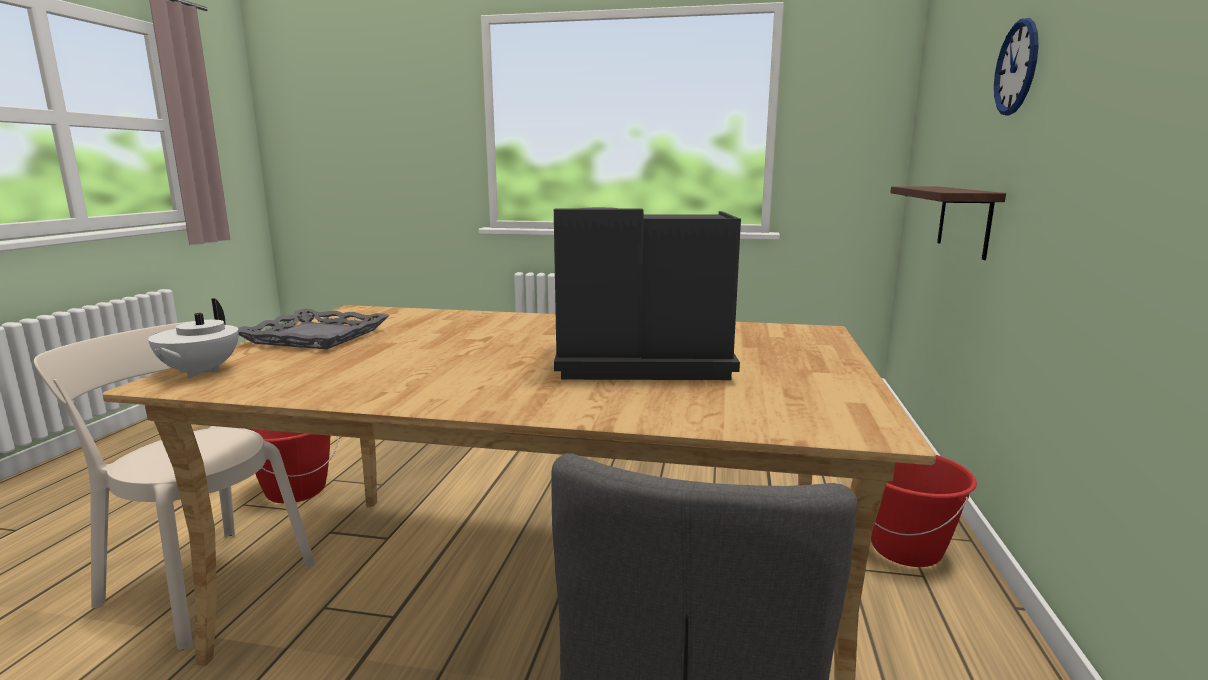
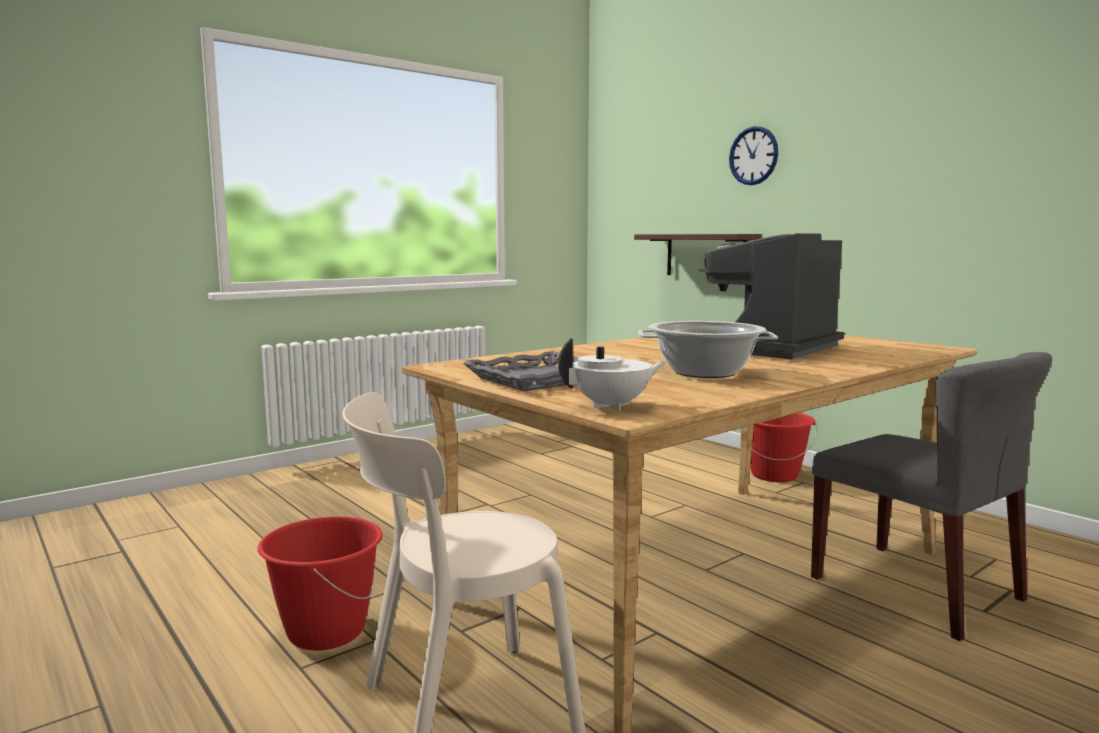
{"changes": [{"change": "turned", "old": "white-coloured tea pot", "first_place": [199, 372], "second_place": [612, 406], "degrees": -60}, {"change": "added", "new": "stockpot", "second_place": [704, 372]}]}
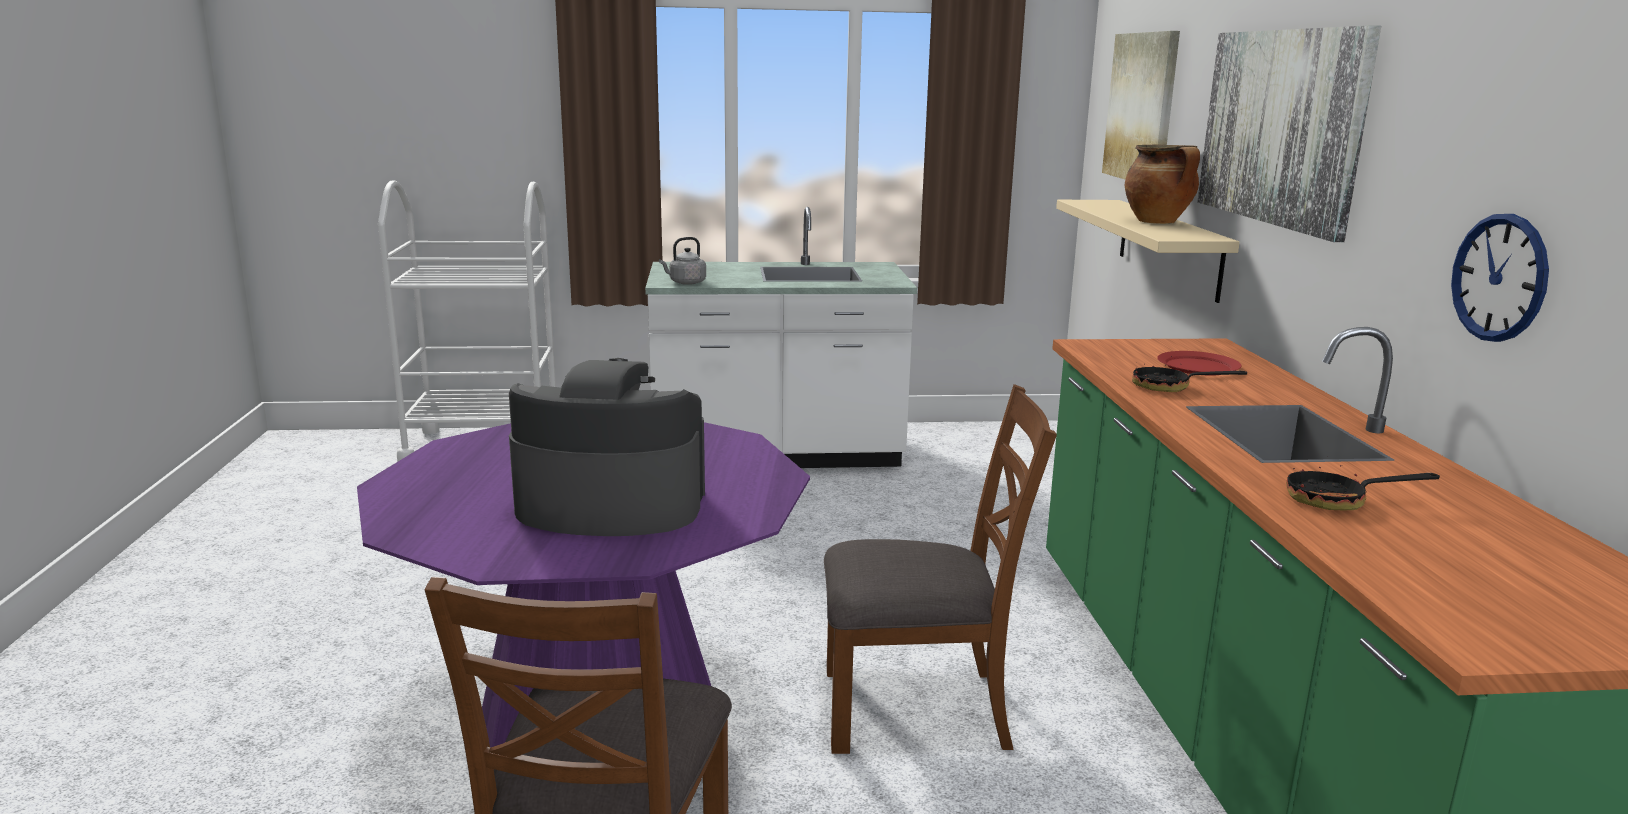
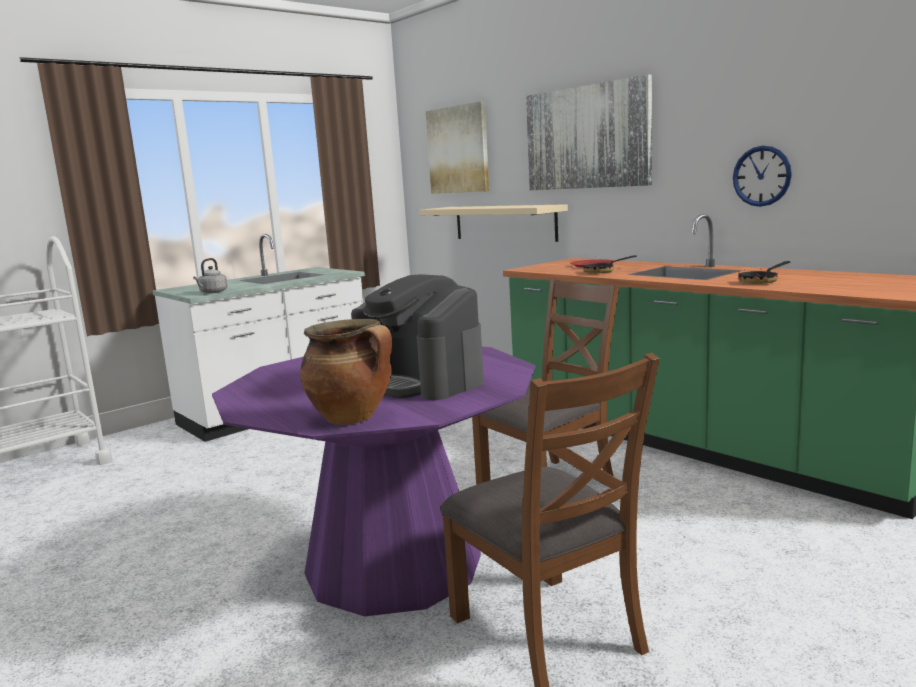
{"changes": [{"change": "turned", "old": "coffee maker", "first_place": [610, 504], "second_place": [420, 381], "degrees": -105}, {"change": "moved", "old": "stockpot", "first_place": [1158, 222], "second_place": [353, 418]}]}
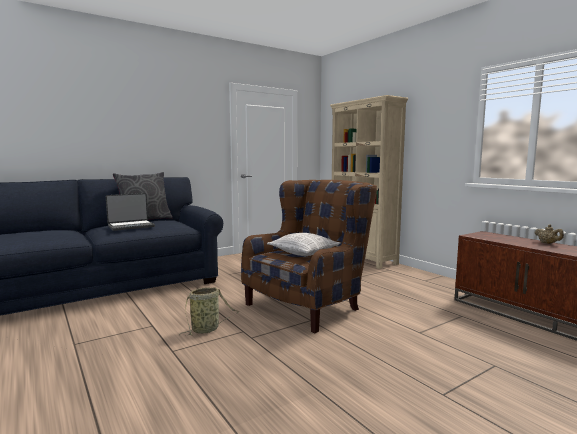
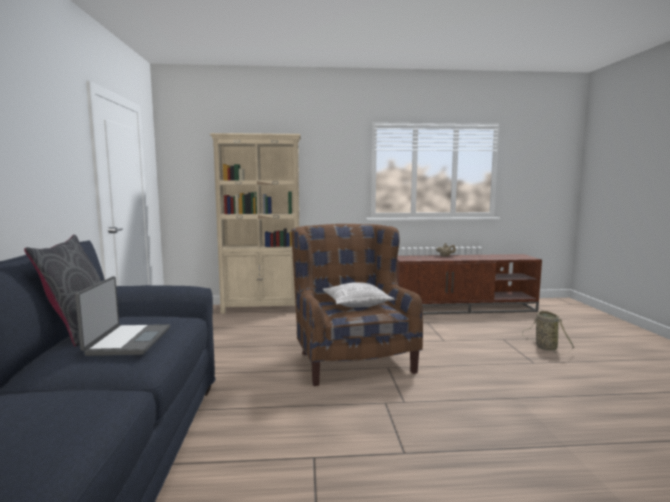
{"changes": [{"change": "moved", "old": "basket", "first_place": [207, 329], "second_place": [544, 347]}]}
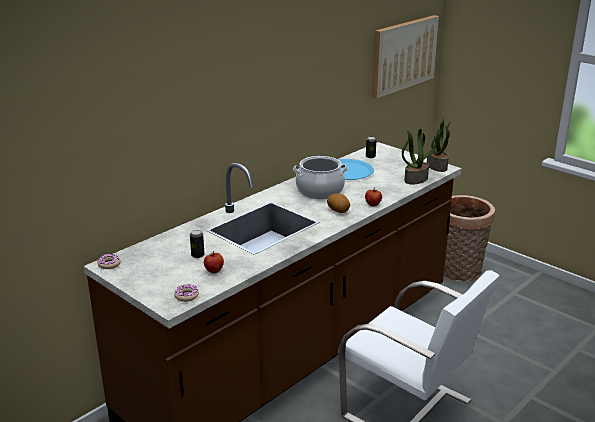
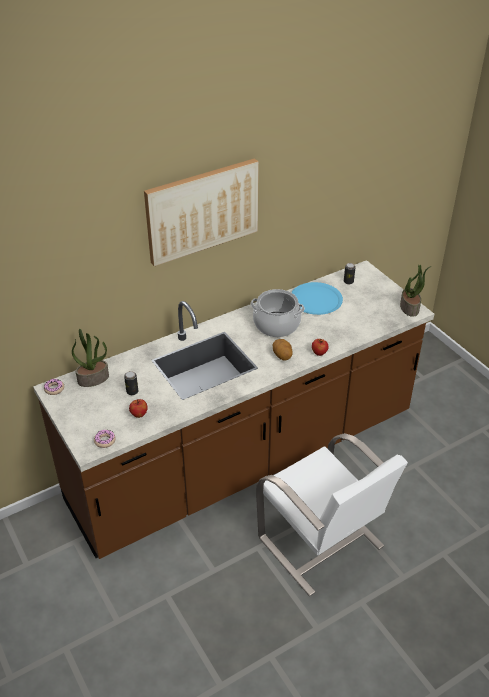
{"changes": [{"change": "moved", "old": "wall picture", "first_place": [403, 55], "second_place": [202, 210]}, {"change": "moved", "old": "plant in a pot", "first_place": [416, 179], "second_place": [93, 378]}, {"change": "removed", "old": "basket", "first_place": [459, 273]}]}
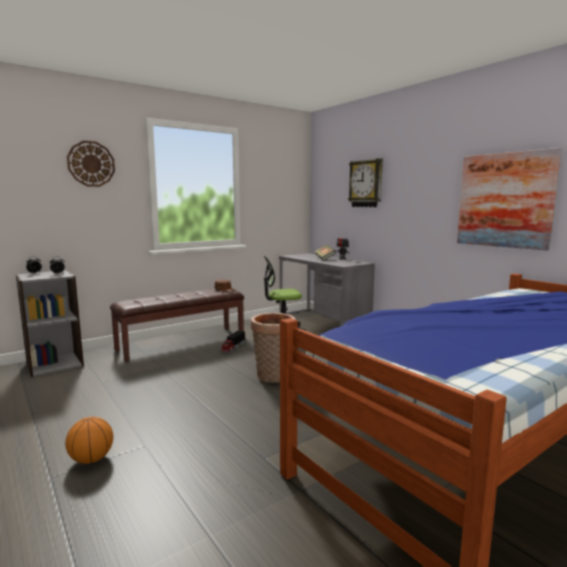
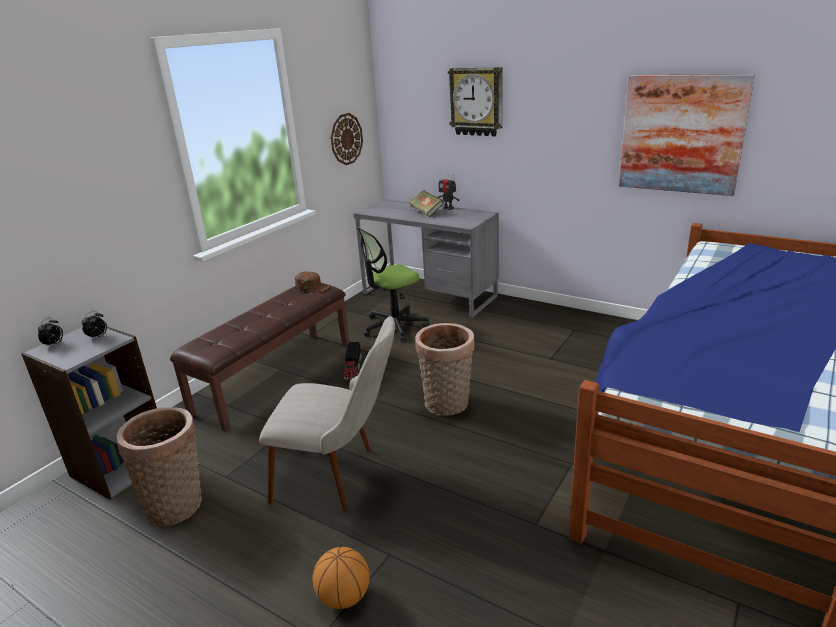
{"changes": [{"change": "moved", "old": "clock on the wall", "first_place": [91, 164], "second_place": [346, 139]}, {"change": "added", "new": "basket", "second_place": [178, 504]}, {"change": "added", "new": "sand-coloured chair", "second_place": [341, 476]}]}
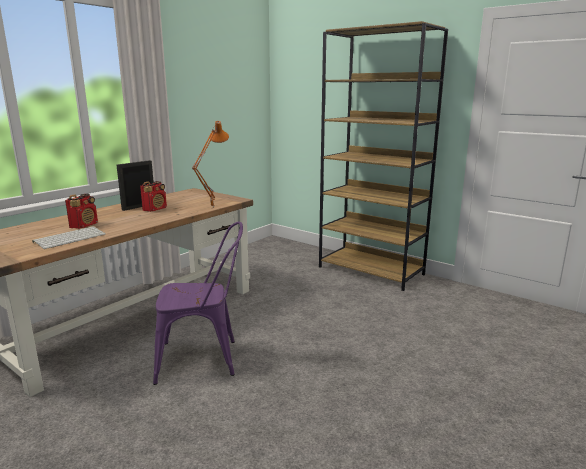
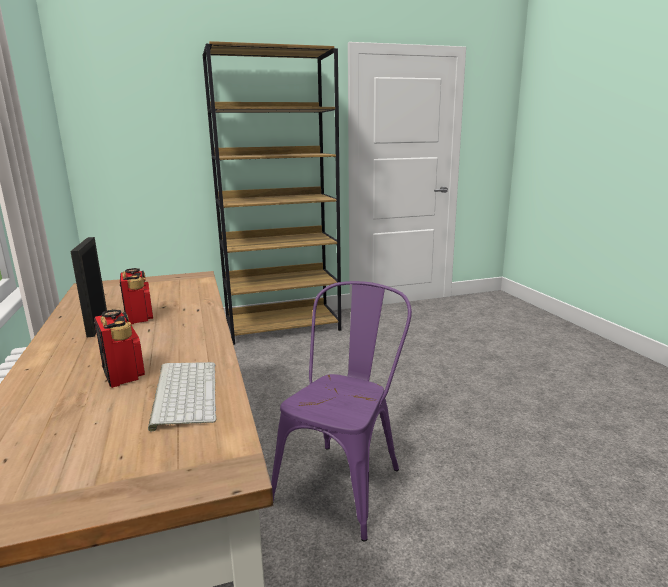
{"changes": [{"change": "removed", "old": "orange-coloured tabletop lamp", "first_place": [211, 207]}]}
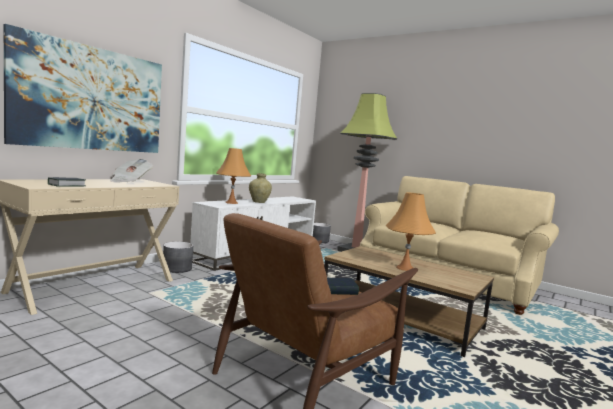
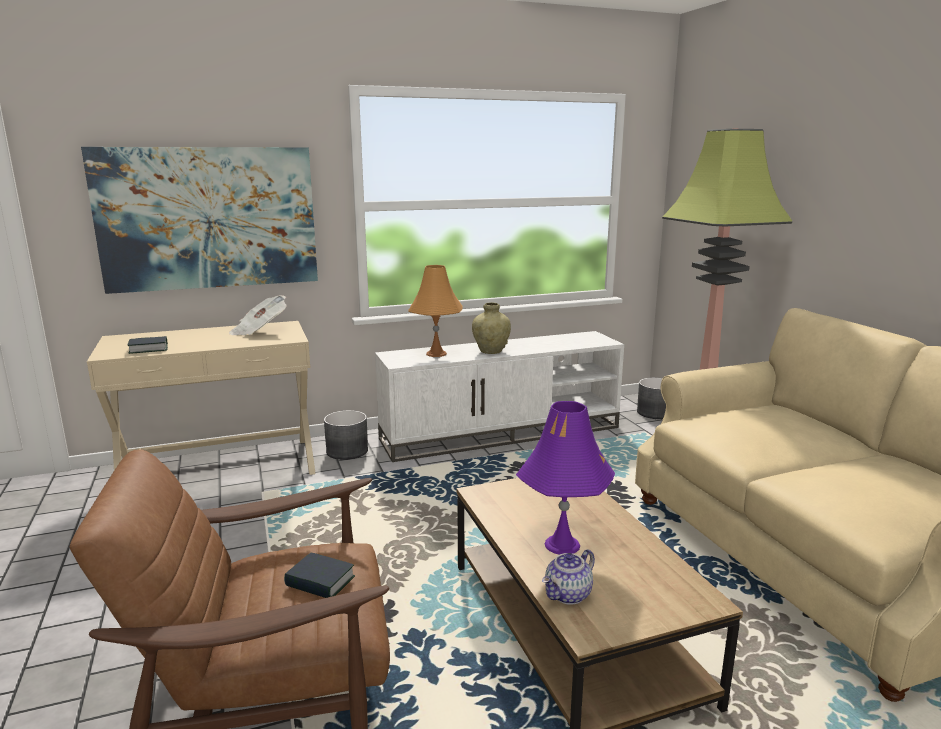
{"changes": [{"change": "recoloured", "old": "orange-coloured tabletop lamp", "new": "purple-coloured tabletop lamp", "first_place": [405, 268], "second_place": [562, 545]}, {"change": "added", "new": "tea pot", "second_place": [568, 595]}]}
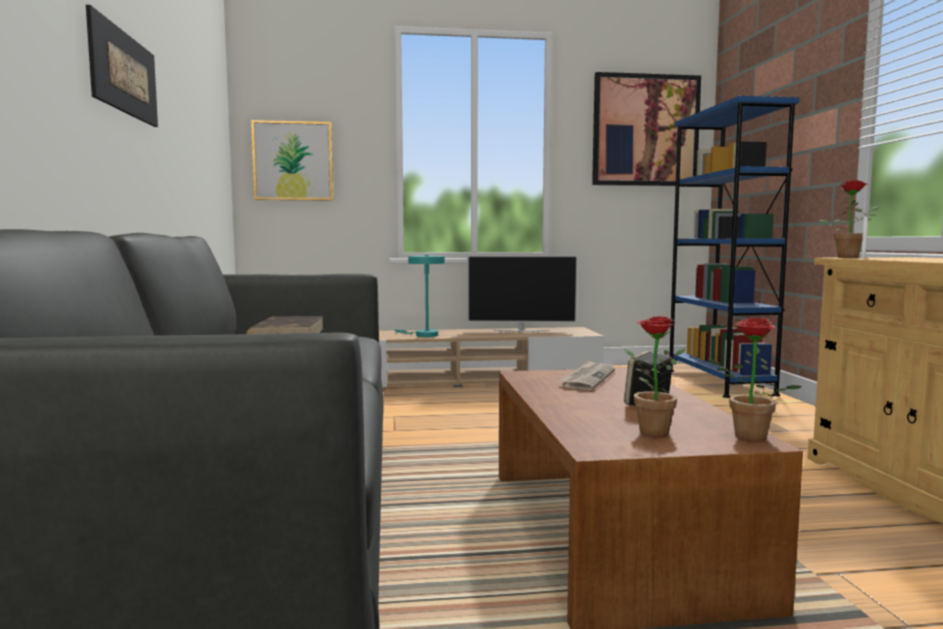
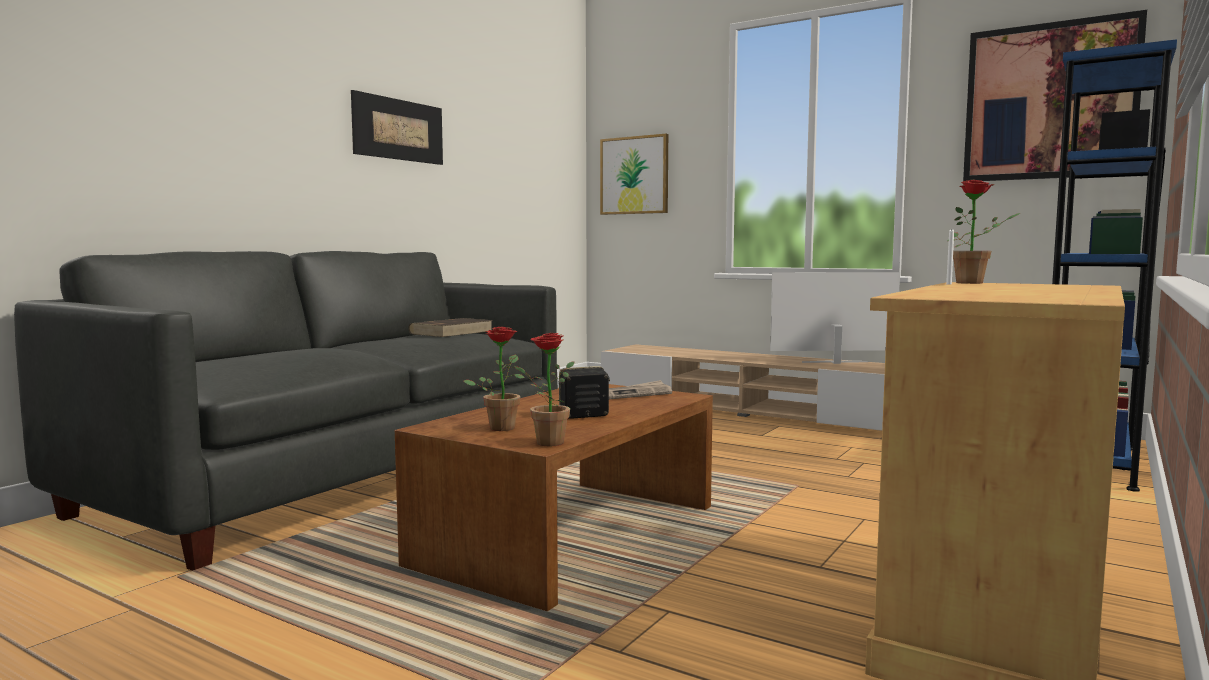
{"changes": [{"change": "removed", "old": "blue-green tabletop lamp", "first_place": [423, 335]}, {"change": "turned", "old": "television", "first_place": [521, 330], "second_place": [835, 362], "degrees": 135}]}
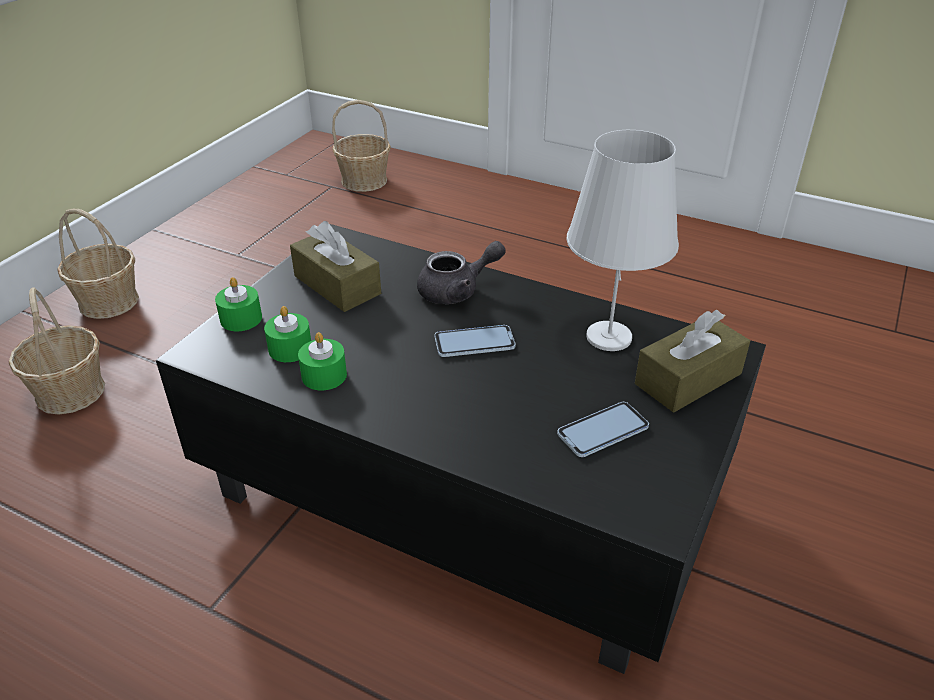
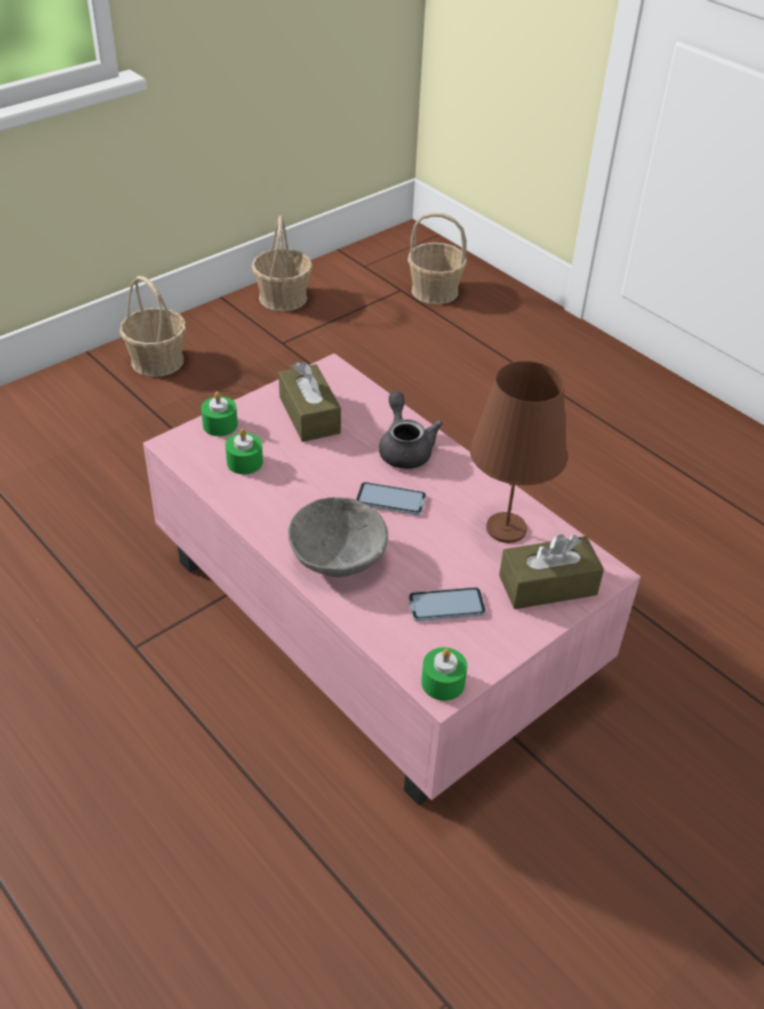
{"changes": [{"change": "moved", "old": "basket", "first_place": [71, 391], "second_place": [283, 297]}, {"change": "recoloured", "old": "blackish lounge table", "new": "pink lounge table", "first_place": [461, 484], "second_place": [371, 614]}, {"change": "moved", "old": "green candle", "first_place": [324, 375], "second_place": [443, 682]}, {"change": "turned", "old": "greyish tea pot", "first_place": [457, 291], "second_place": [404, 448], "degrees": -105}, {"change": "recoloured", "old": "white-coloured tabletop lamp", "new": "brown-coloured tabletop lamp", "first_place": [609, 337], "second_place": [507, 528]}, {"change": "added", "new": "greyish bowl", "second_place": [337, 556]}]}
